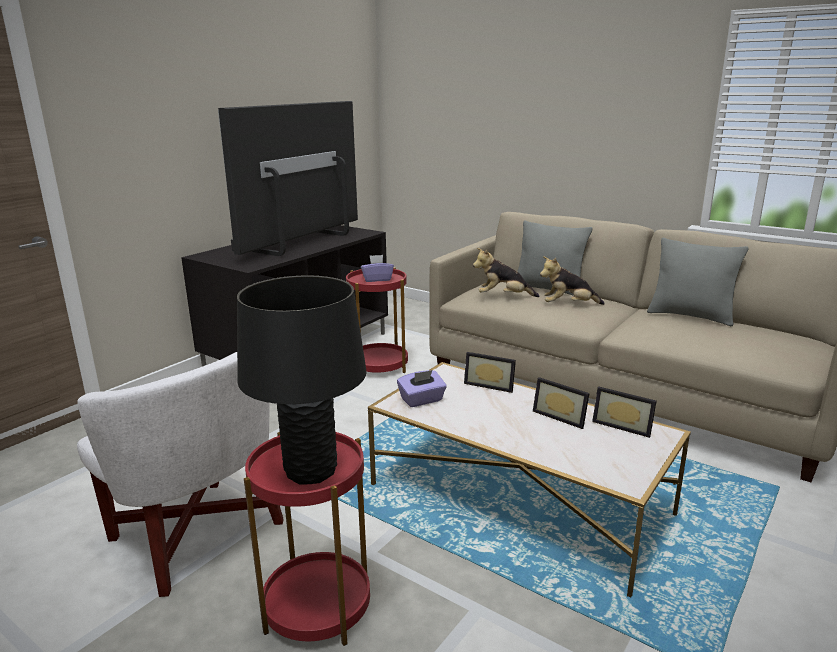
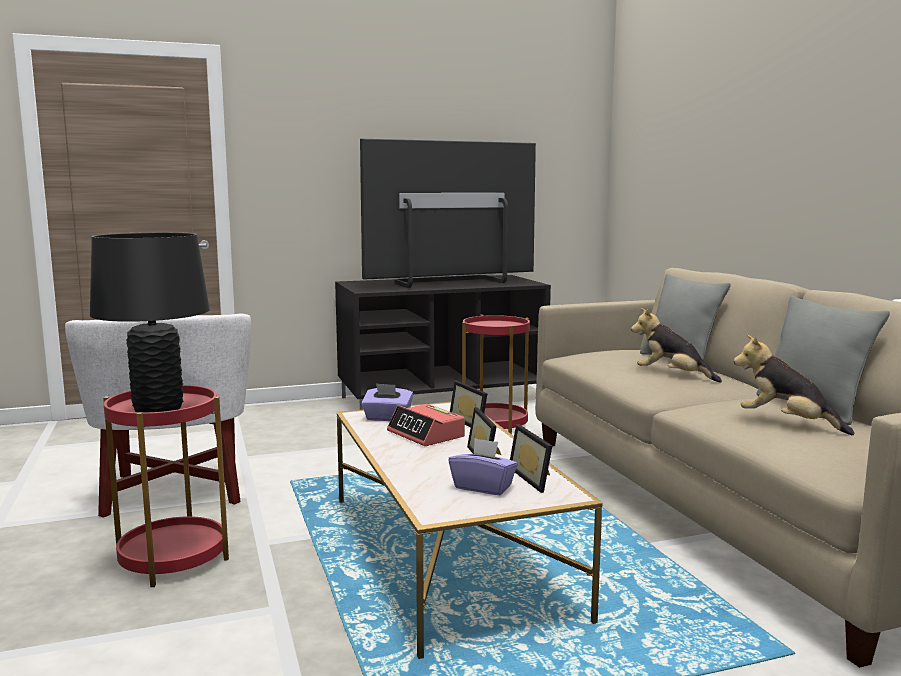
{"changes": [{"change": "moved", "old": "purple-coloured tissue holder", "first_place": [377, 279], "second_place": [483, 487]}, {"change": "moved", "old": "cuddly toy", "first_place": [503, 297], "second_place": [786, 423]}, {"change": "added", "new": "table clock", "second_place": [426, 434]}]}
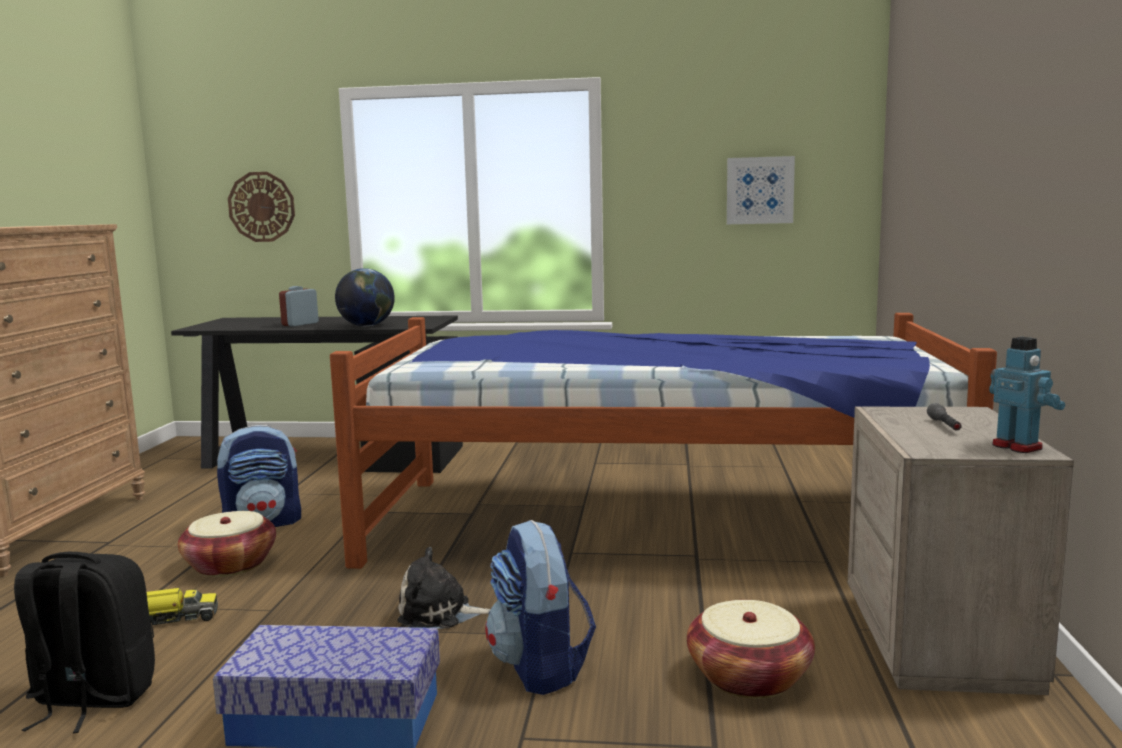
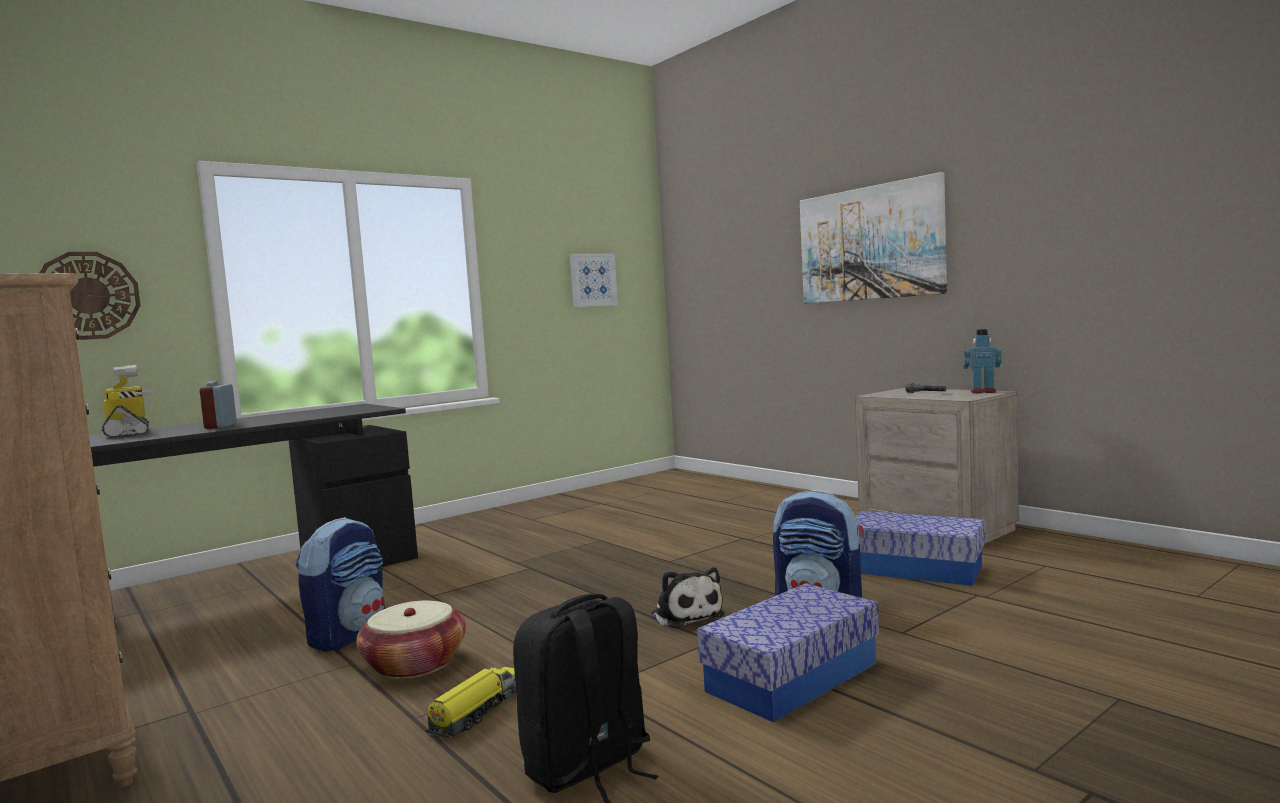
{"changes": [{"change": "removed", "old": "bed", "first_place": [651, 523]}, {"change": "removed", "old": "world globe", "first_place": [367, 326]}, {"change": "turned", "old": "cuddly toy", "first_place": [439, 613], "second_place": [686, 614], "degrees": -75}, {"change": "replaced", "old": "basket", "new": "storage box", "first_place": [749, 677], "second_place": [914, 569]}, {"change": "added", "new": "model robot", "second_place": [129, 433]}, {"change": "added", "new": "wall picture", "second_place": [870, 243]}]}
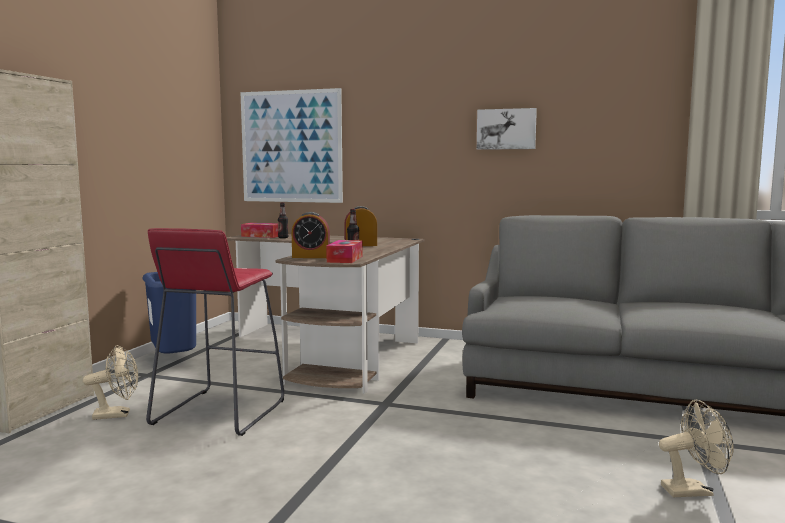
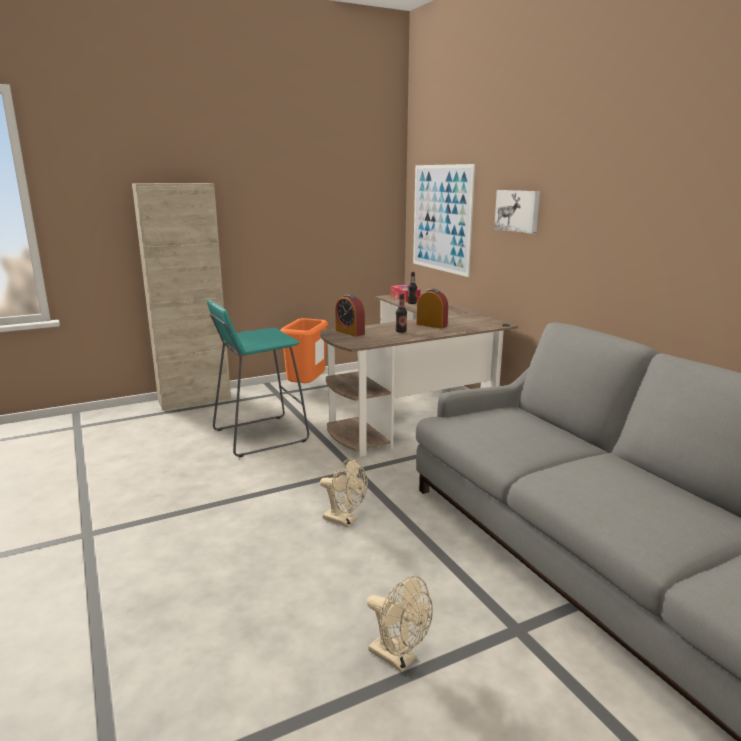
{"changes": [{"change": "moved", "old": "sand-coloured cooling fan", "first_place": [117, 414], "second_place": [345, 520]}, {"change": "recoloured", "old": "blue-coloured trash can", "new": "orange-coloured trash can", "first_place": [175, 362], "second_place": [307, 388]}, {"change": "recoloured", "old": "reddish stool", "new": "blue-green stool", "first_place": [218, 412], "second_place": [259, 435]}, {"change": "removed", "old": "tissue holder", "first_place": [345, 259]}, {"change": "moved", "old": "wall picture", "first_place": [506, 129], "second_place": [518, 211]}]}
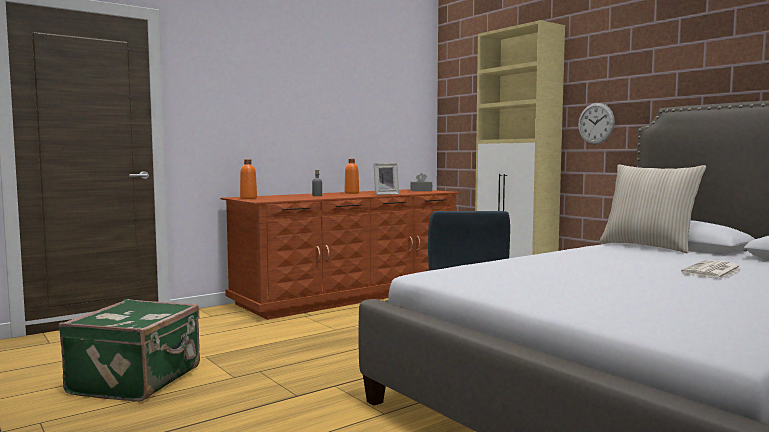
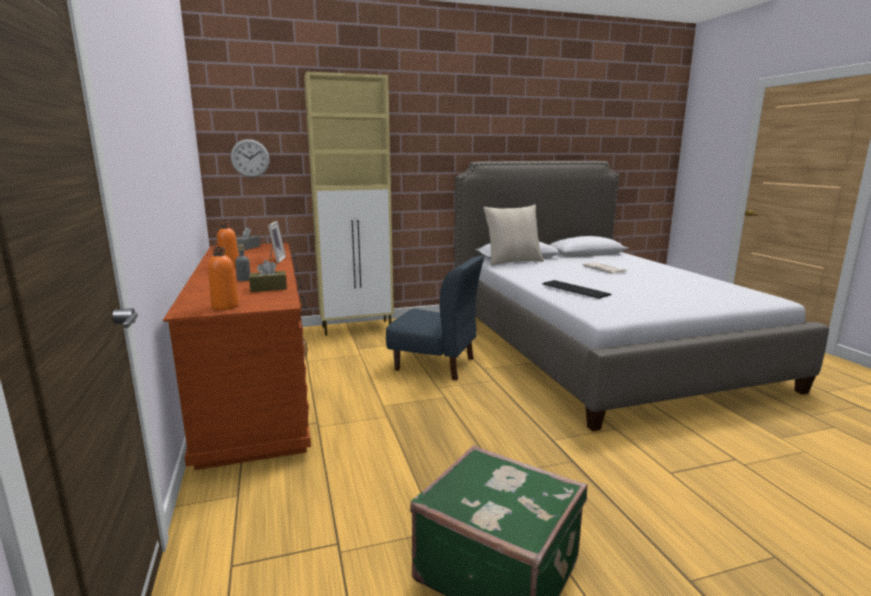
{"changes": [{"change": "moved", "old": "clock on the wall", "first_place": [596, 123], "second_place": [250, 158]}, {"change": "added", "new": "brown-coloured tissue holder", "second_place": [268, 288]}, {"change": "added", "new": "keyboard", "second_place": [575, 289]}]}
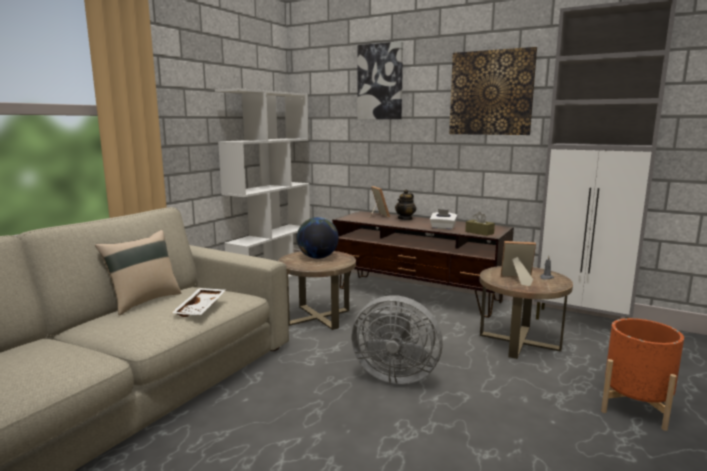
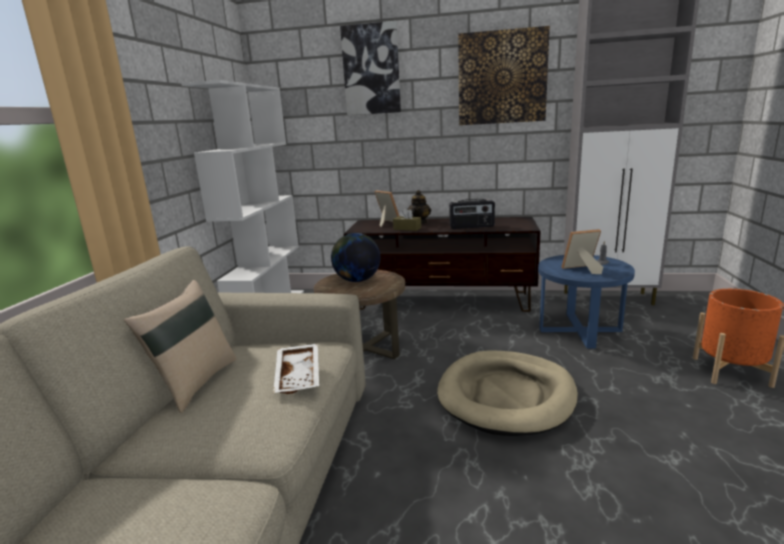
{"changes": [{"change": "replaced", "old": "greyish cooling fan", "new": "sand-coloured dog bed", "first_place": [394, 375], "second_place": [506, 396]}, {"change": "replaced", "old": "white-coloured tissue holder", "new": "radio receiver", "first_place": [443, 228], "second_place": [472, 227]}, {"change": "moved", "old": "brown-coloured tissue holder", "first_place": [479, 232], "second_place": [407, 228]}, {"change": "recoloured", "old": "brown-coloured side table", "new": "blue-coloured side table", "first_place": [519, 341], "second_place": [580, 330]}]}
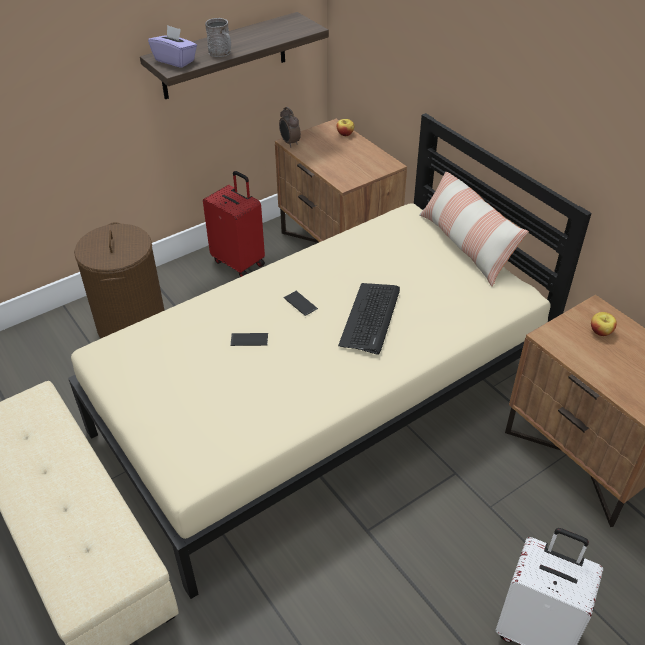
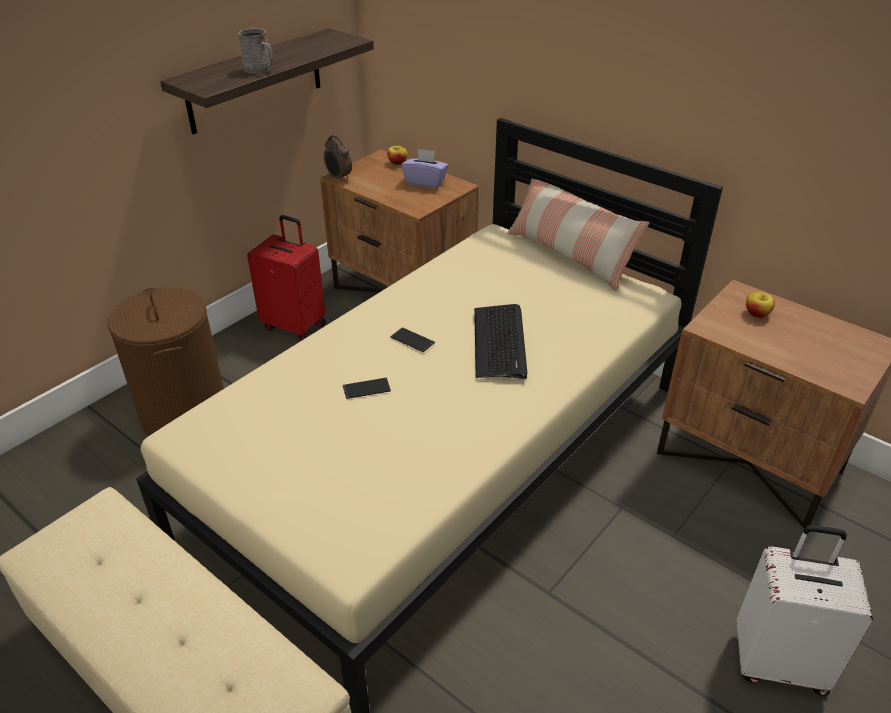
{"changes": [{"change": "moved", "old": "purple-coloured tissue holder", "first_place": [175, 60], "second_place": [425, 182]}]}
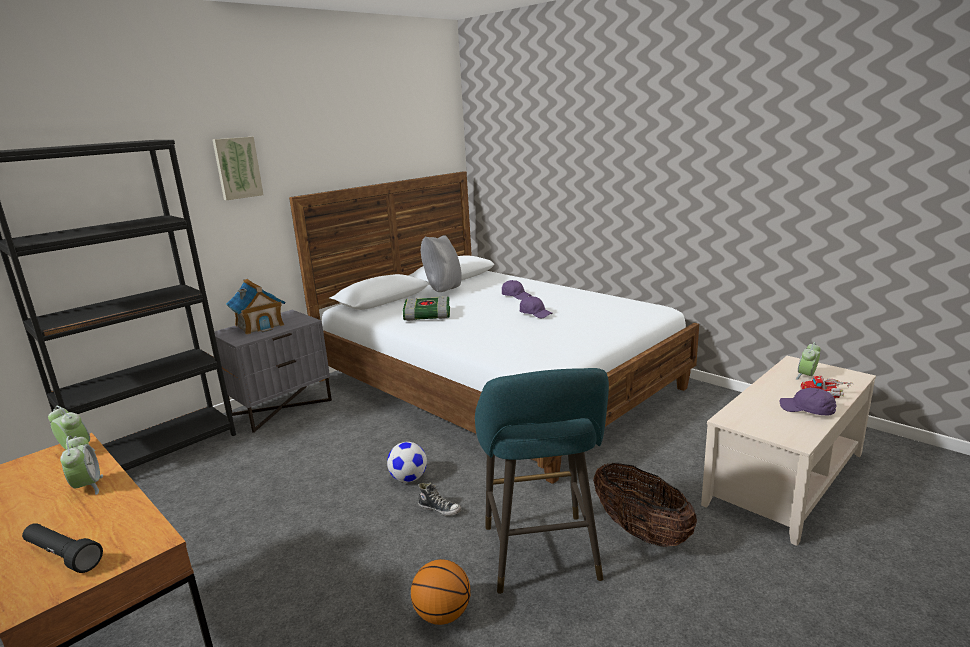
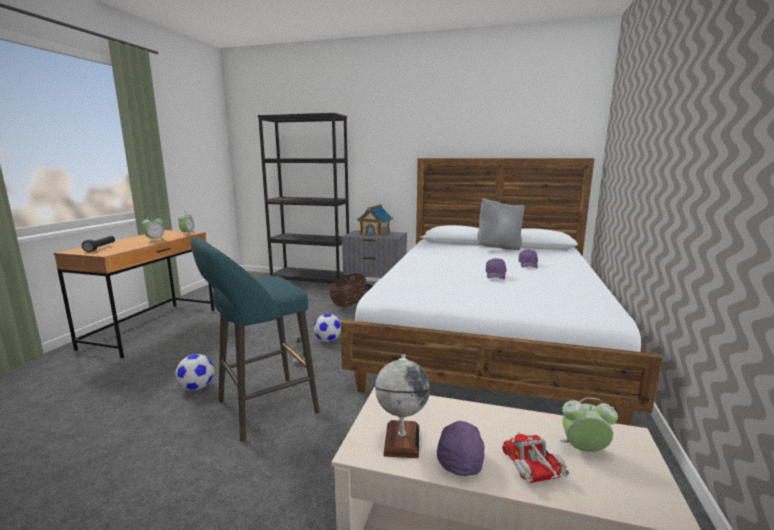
{"changes": [{"change": "removed", "old": "wall picture", "first_place": [237, 168]}, {"change": "removed", "old": "bound book", "first_place": [426, 316]}, {"change": "replaced", "old": "ball for basketball", "new": "football", "first_place": [443, 615], "second_place": [196, 387]}, {"change": "moved", "old": "basket", "first_place": [640, 531], "second_place": [349, 304]}, {"change": "added", "new": "world globe", "second_place": [402, 439]}]}
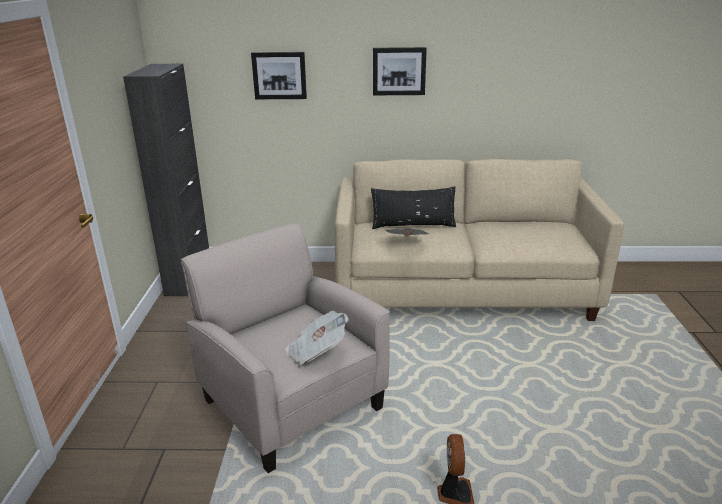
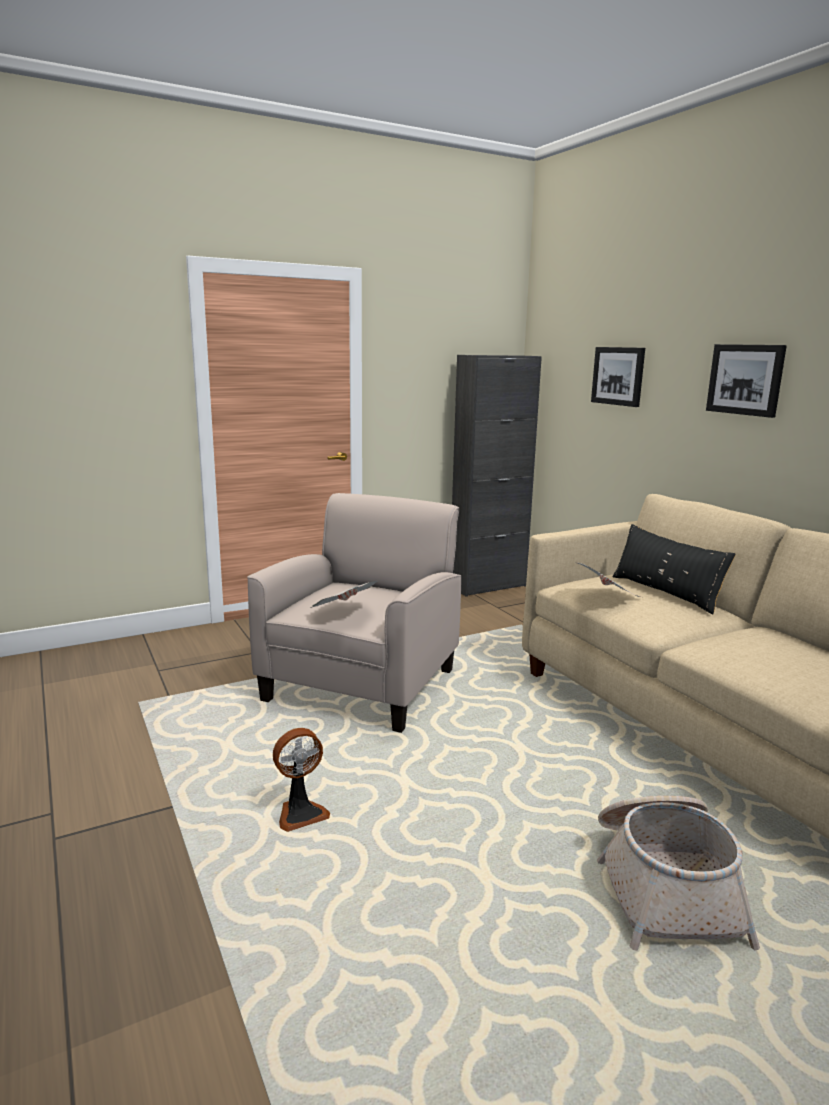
{"changes": [{"change": "added", "new": "basket", "second_place": [664, 886]}]}
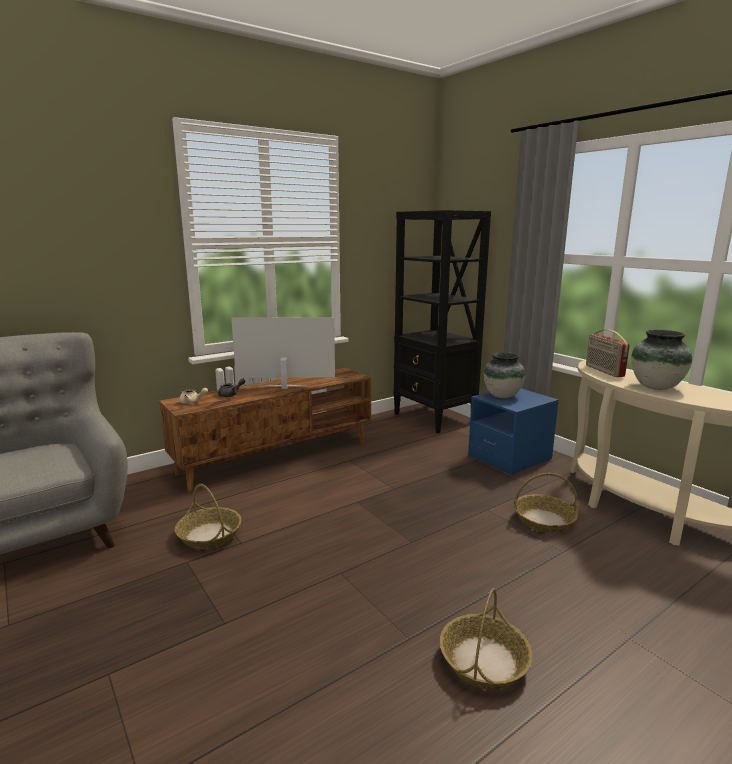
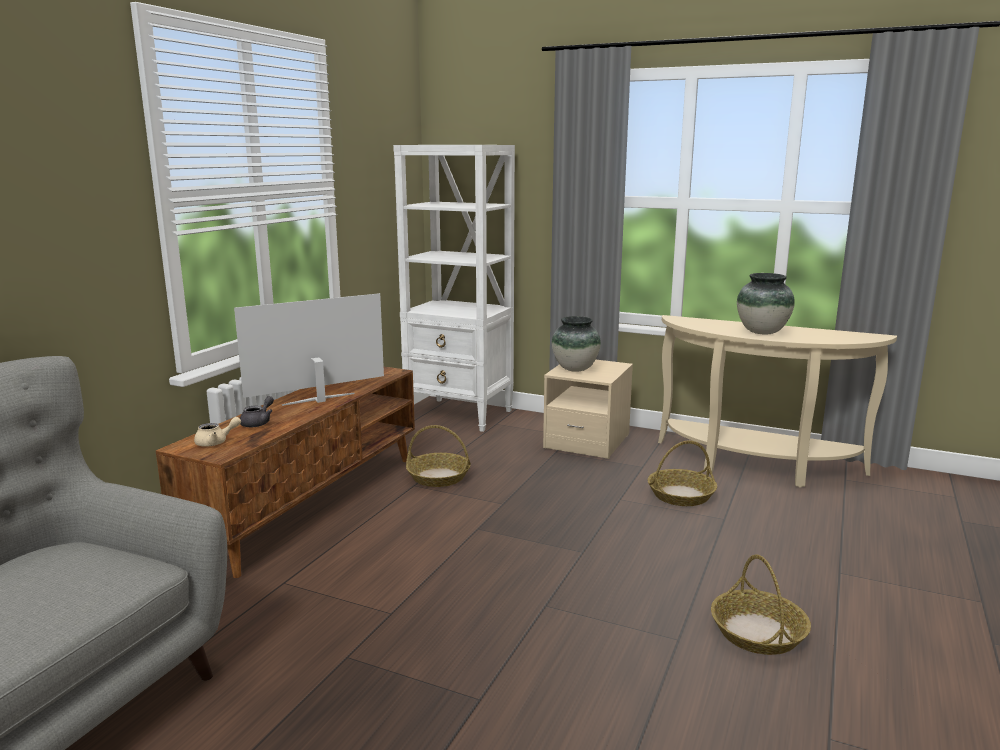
{"changes": [{"change": "moved", "old": "basket", "first_place": [210, 535], "second_place": [439, 477]}, {"change": "recoloured", "old": "blackish bookshelf", "new": "white-coloured bookshelf", "first_place": [434, 418], "second_place": [460, 415]}, {"change": "recoloured", "old": "blue-coloured night table", "new": "sand-coloured night table", "first_place": [509, 458], "second_place": [587, 442]}, {"change": "removed", "old": "radio receiver", "first_place": [603, 371]}]}
